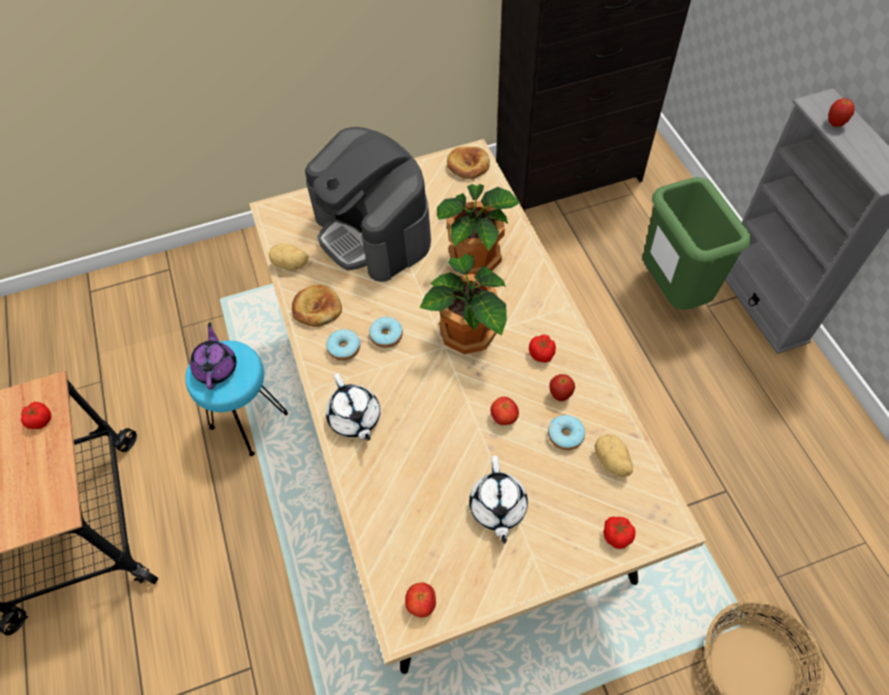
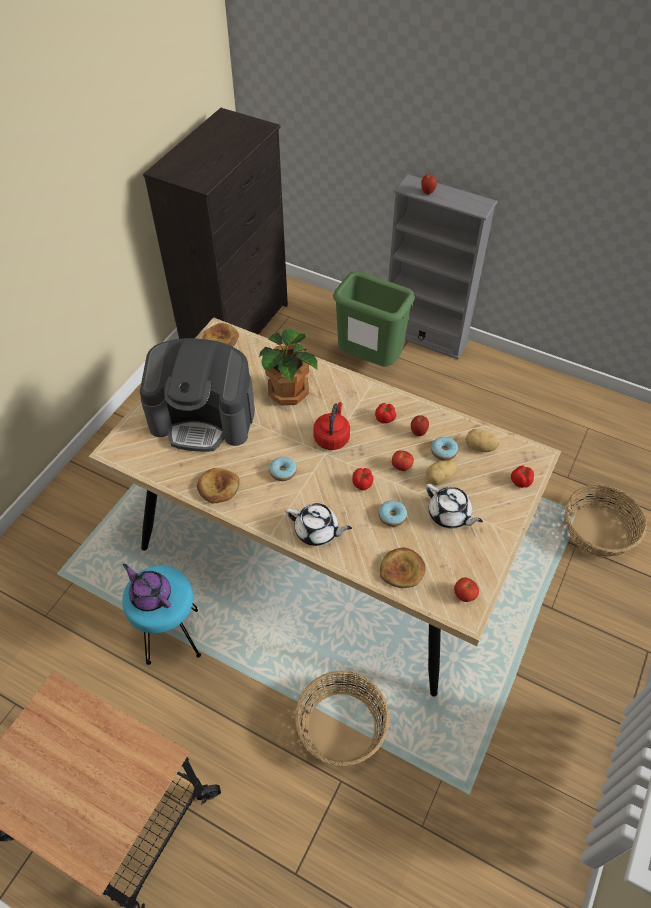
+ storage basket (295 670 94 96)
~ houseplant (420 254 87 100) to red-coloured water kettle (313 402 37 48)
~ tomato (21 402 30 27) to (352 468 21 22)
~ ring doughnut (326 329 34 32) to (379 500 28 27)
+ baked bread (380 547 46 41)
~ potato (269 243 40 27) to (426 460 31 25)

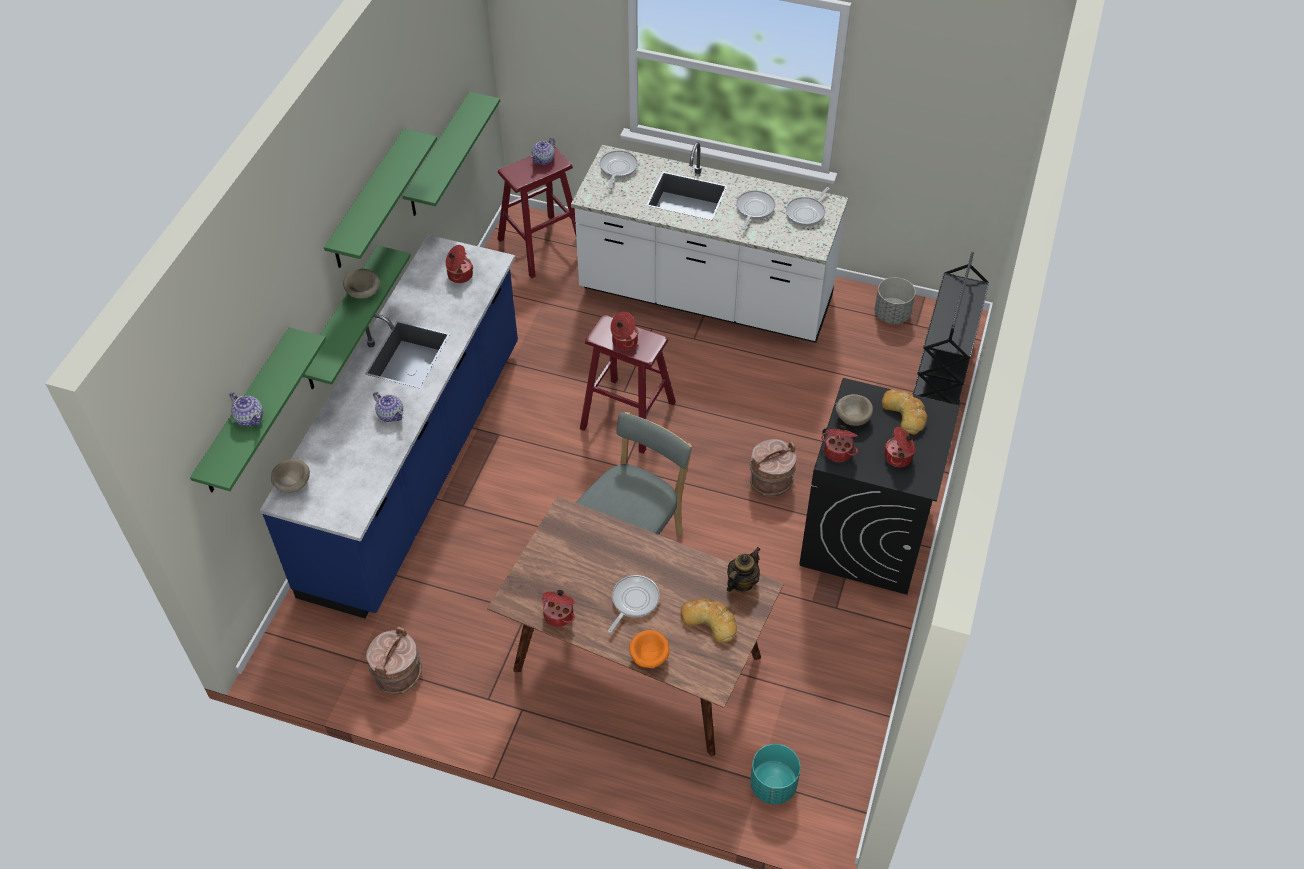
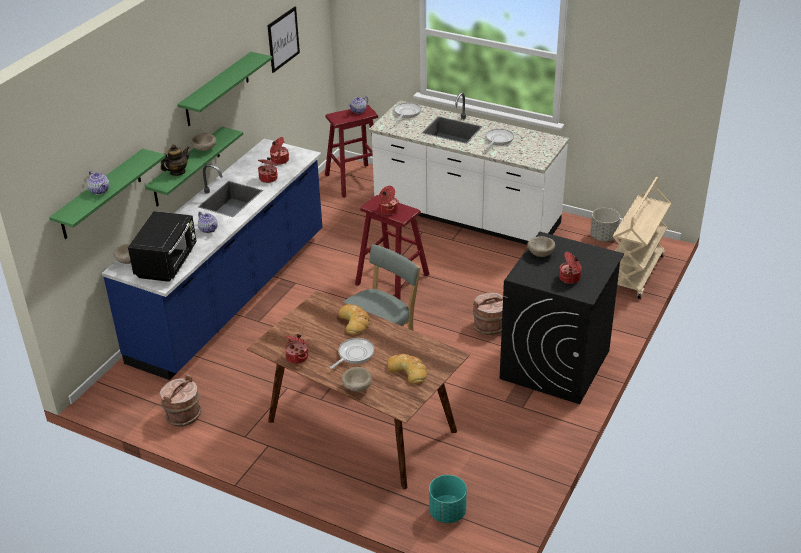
+ black kitchen microwave (128 211 69 71)
~ pot for tea (727 547 33 45) to (161 144 28 32)
~ cooking pot (821 425 37 37) to (258 157 20 26)
+ wall art (267 7 33 66)
~ baked bread (882 389 45 46) to (339 304 30 32)
~ orange bowl (629 630 41 38) to beige bowl (342 367 30 25)
~ black trolley (912 252 77 153) to beige trolley (613 177 58 122)
- green-coloured wall shelf (403 92 97 124)
- frying pan (786 187 44 39)

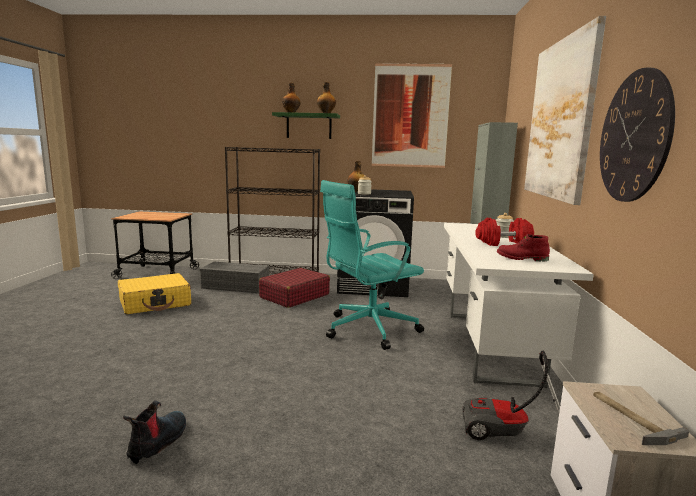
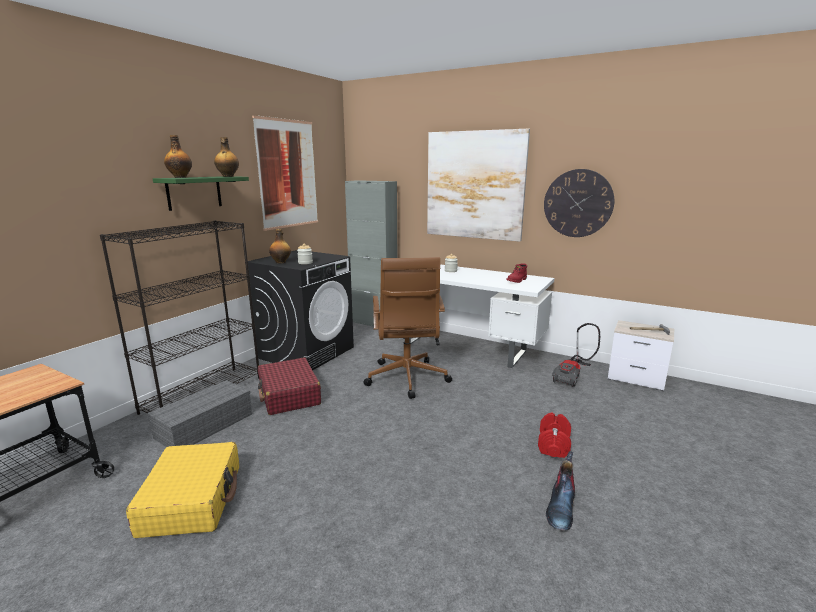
~ turquoise computer chair (320 180 104 170) to brownish computer chair (364 257 88 142)
~ red-coloured hand weight (475 218 59 28) to (538 413 33 45)
~ high-top boot (123 401 63 63) = (546 451 29 80) 105 degrees counterclockwise

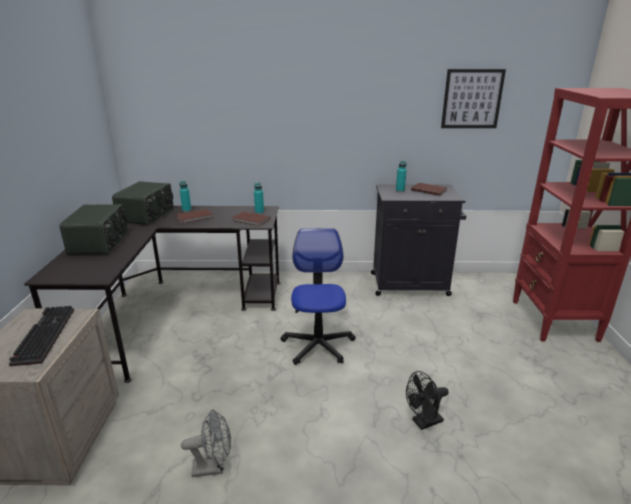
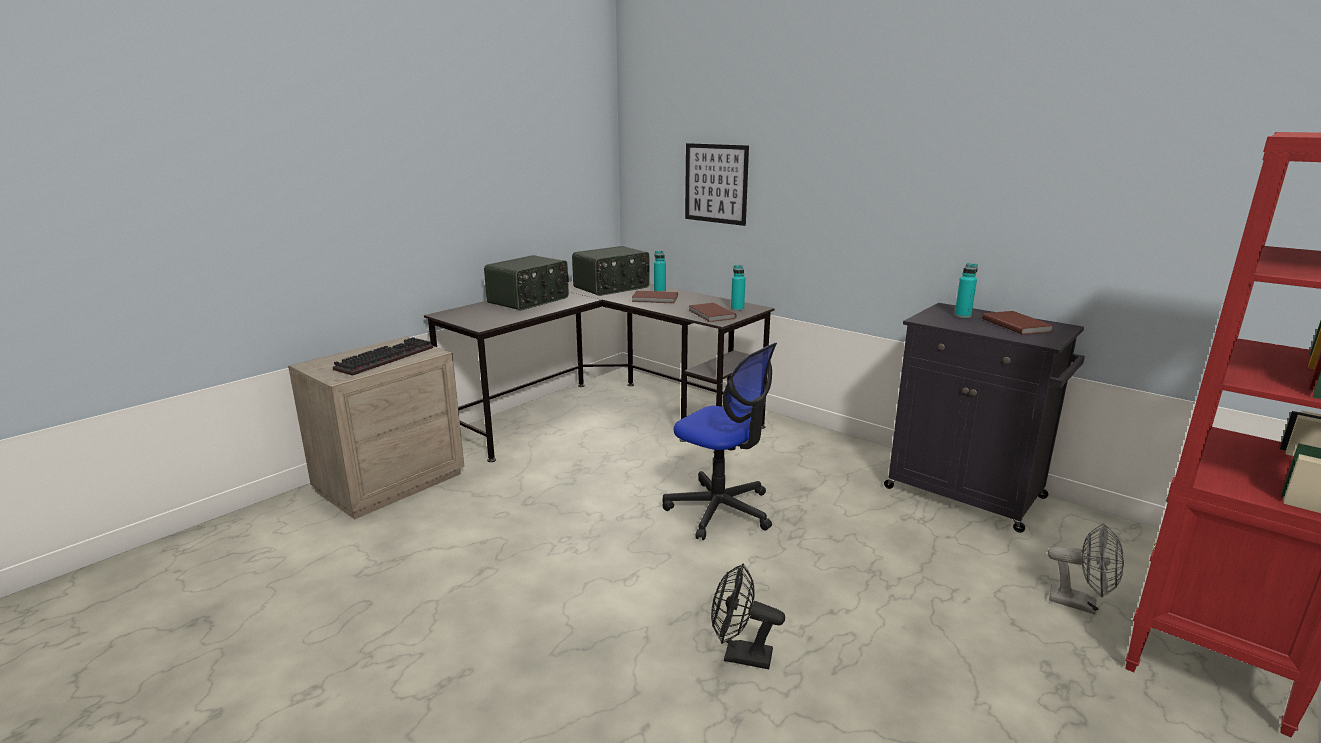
~ computer chair (280 228 76 137) = (662 343 115 197) 90 degrees clockwise
~ wall art (441 69 65 59) to (685 143 64 83)
~ greyish cooling fan (181 409 50 68) to (1048 523 76 92)

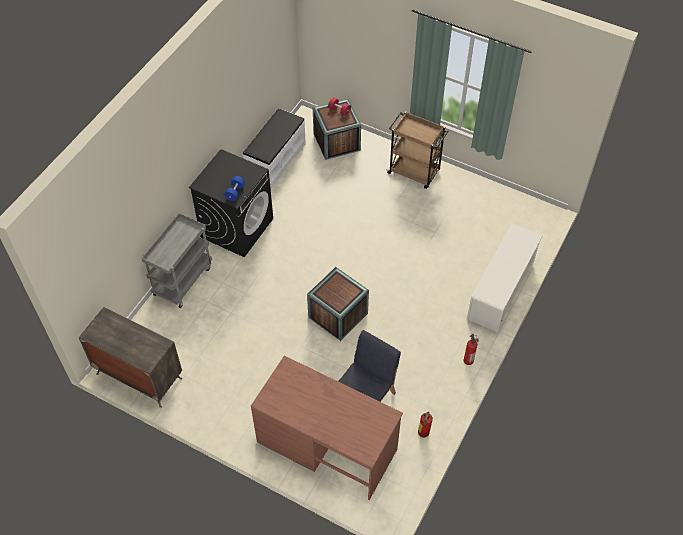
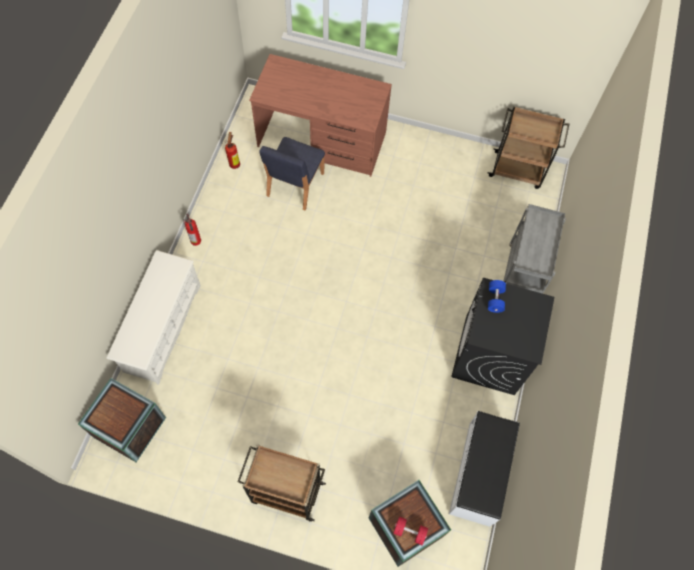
~ shipping crate (307 267 62 74) to (78 378 88 84)
~ drawer chest (79 307 103 101) to brownish trolley (487 106 82 83)

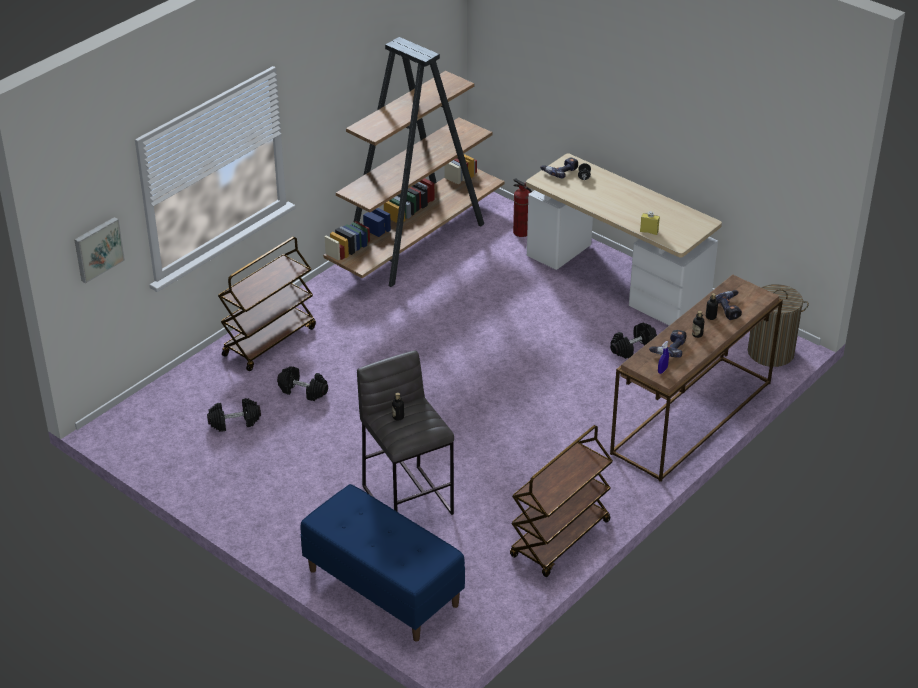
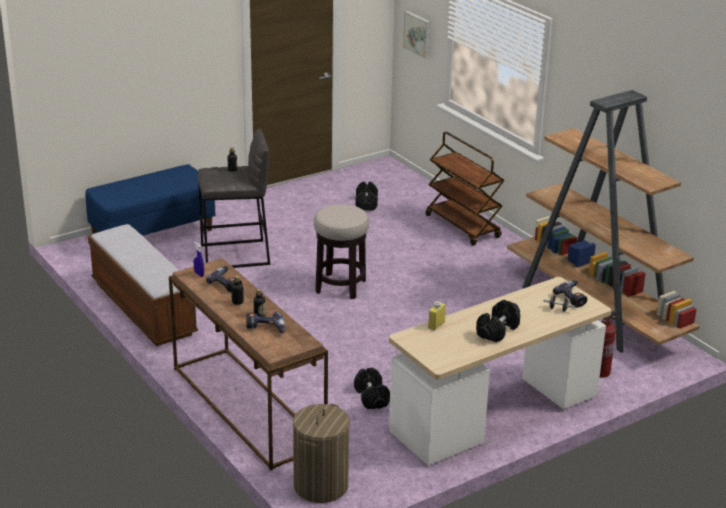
~ brownish trolley (510 425 103 152) to long seat (88 224 110 122)
+ sitting stool (314 204 55 95)
~ black hand weight (277 366 51 35) to (476 300 44 42)

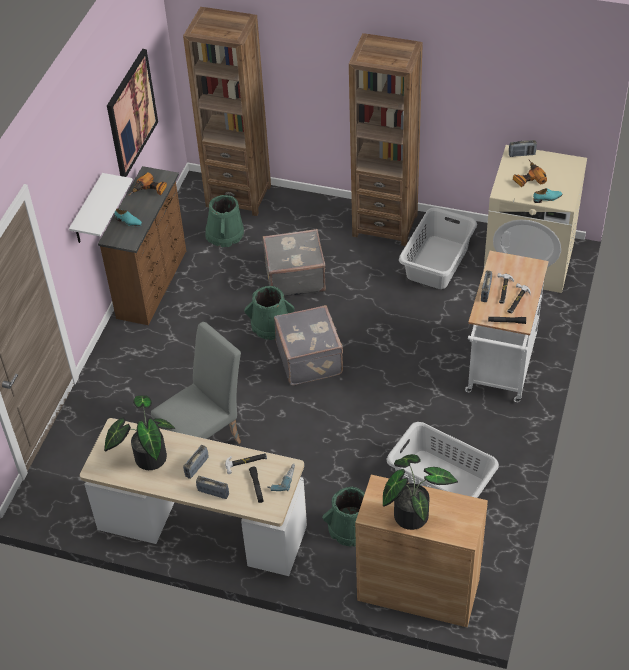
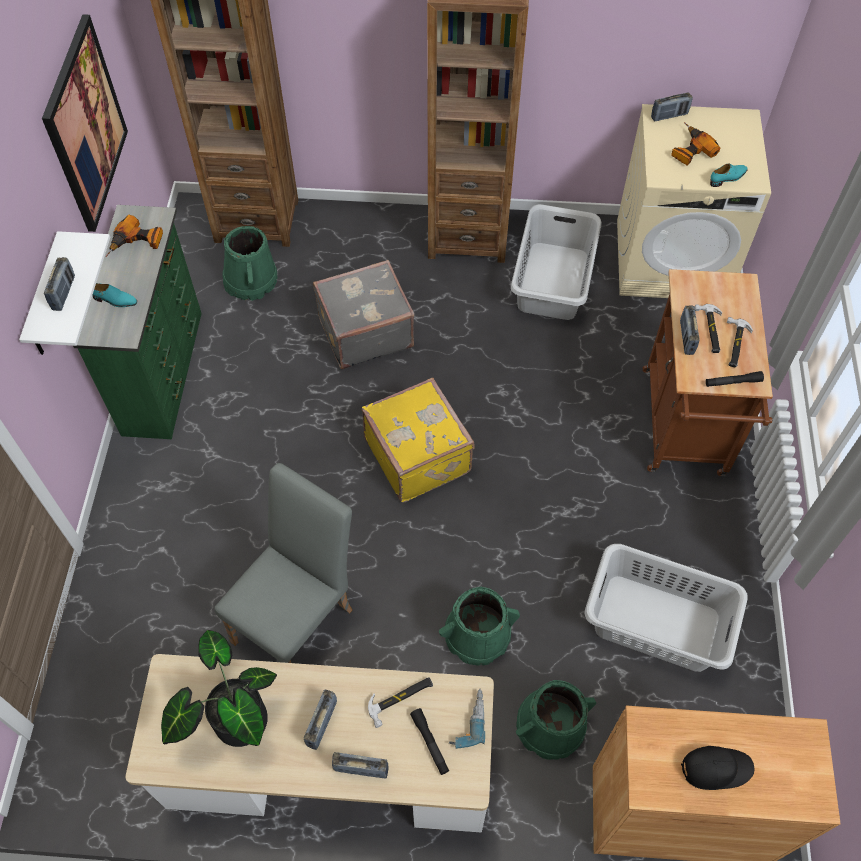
+ radio receiver (44 257 31 54)
~ brownish drawer chest (98 166 88 159) to green-coloured drawer chest (73 205 129 234)
~ greyish travel case (274 305 69 80) to yellowish travel case (362 378 113 125)
~ green-coloured water bucket (244 286 50 54) to (439 587 81 79)
~ white-coloured trolley (465 251 84 151) to brownish trolley (643 269 130 208)
~ houseplant (383 454 75 76) to black baseball cap (681 746 73 44)

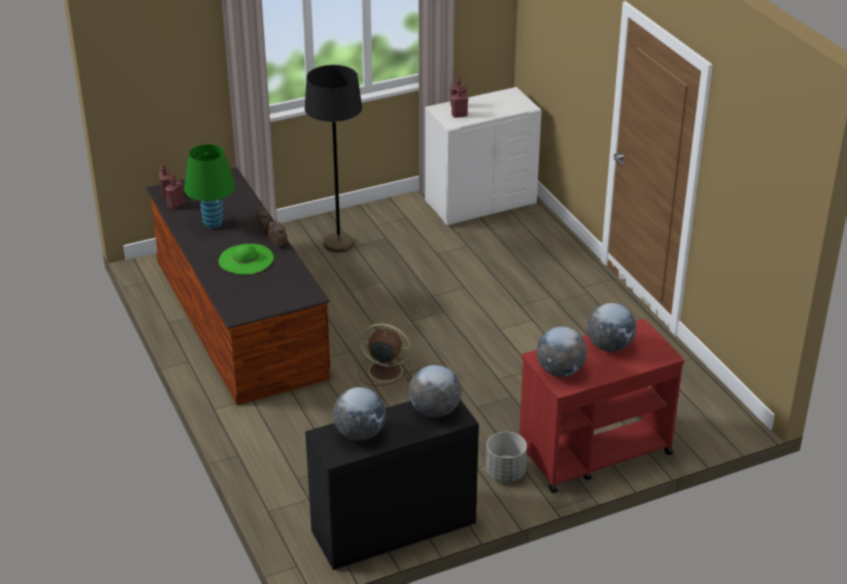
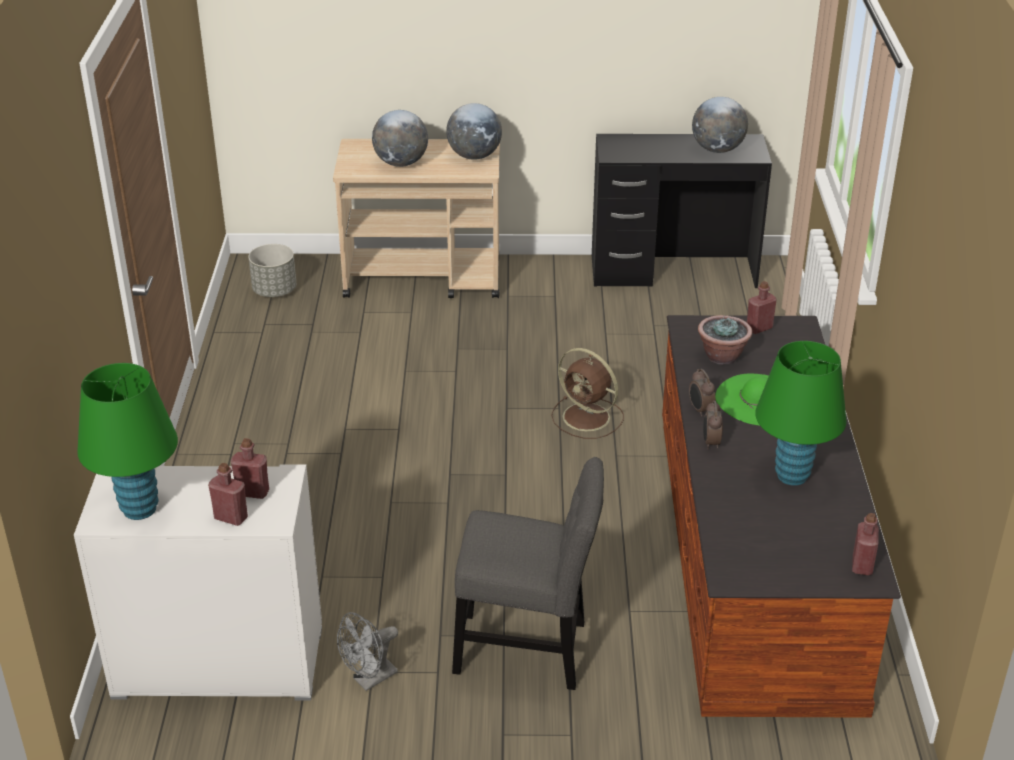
+ green-coloured lamp for a table (77 363 101 157)
~ greyish plant pot (486 432 41 50) to (248 244 49 53)
~ red-coloured trolley (519 319 165 174) to beige trolley (333 139 167 159)
+ greyish cooling fan (337 612 61 79)
~ black standard lamp (305 65 57 188) to greyish plain chair (452 457 152 233)
+ houseplant (698 315 54 50)
~ red-coloured beverage bottle (165 174 19 35) to (747 281 30 53)
- desk globe (409 365 52 52)

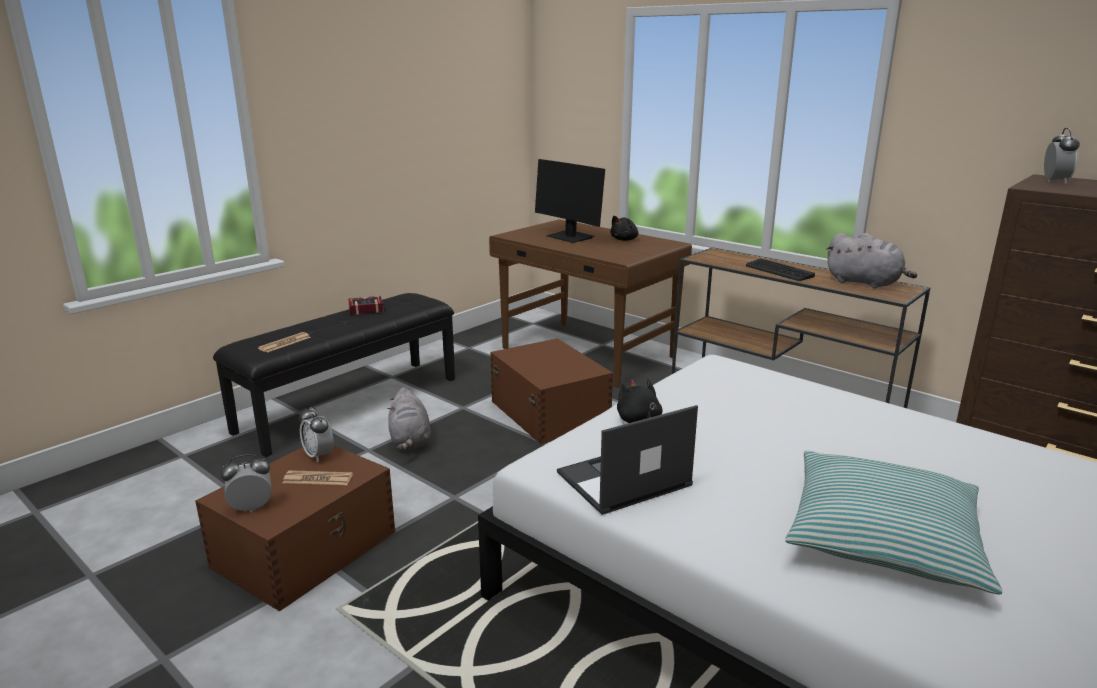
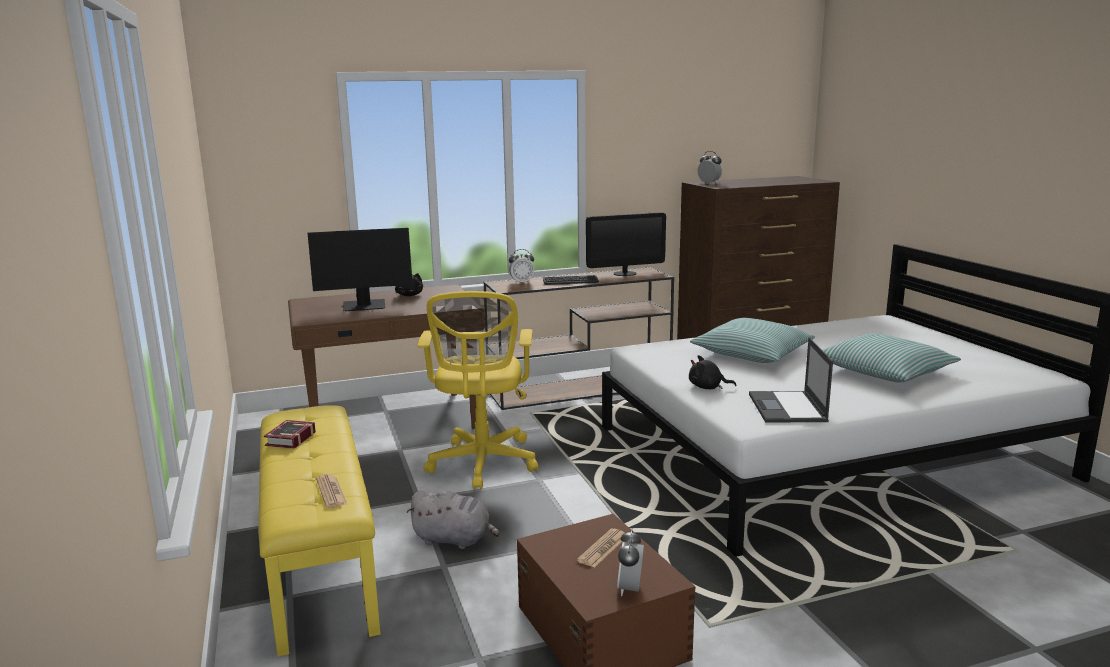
~ black long seat (213 293 242 164) to yellowish long seat (258 405 123 252)
~ brownish storage container (490 338 123 106) to yellowish computer chair (418 291 120 198)
~ alarm clock (299 406 35 56) to (509 249 25 35)
~ greyish soft toy (826 233 91 55) to computer screen (586 212 80 64)
+ cushion (690 318 125 45)

